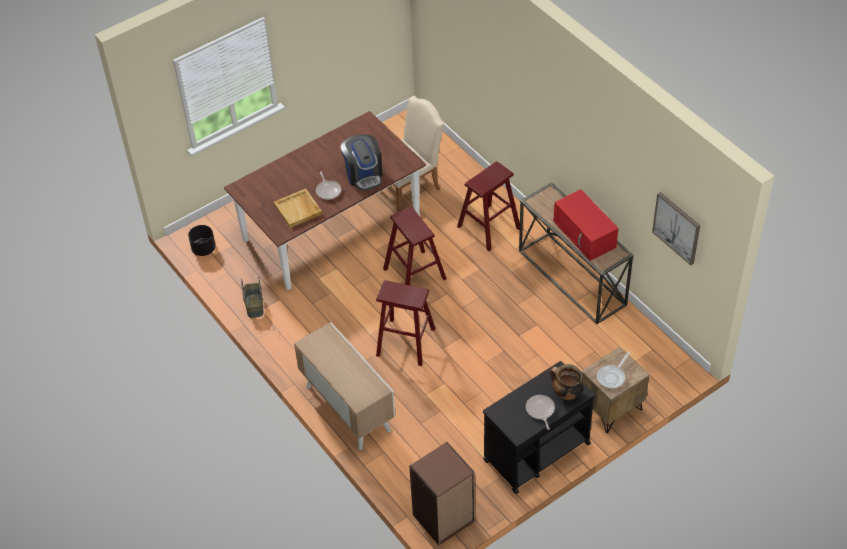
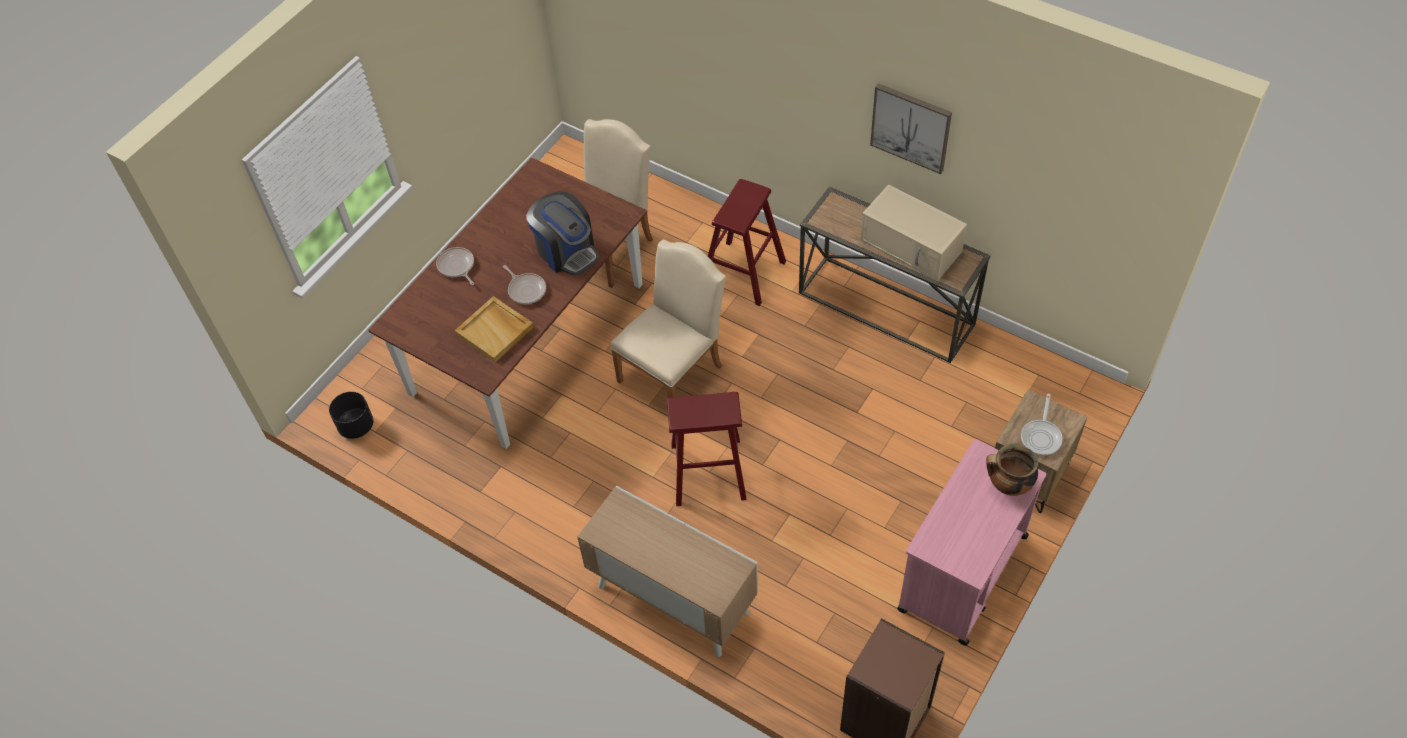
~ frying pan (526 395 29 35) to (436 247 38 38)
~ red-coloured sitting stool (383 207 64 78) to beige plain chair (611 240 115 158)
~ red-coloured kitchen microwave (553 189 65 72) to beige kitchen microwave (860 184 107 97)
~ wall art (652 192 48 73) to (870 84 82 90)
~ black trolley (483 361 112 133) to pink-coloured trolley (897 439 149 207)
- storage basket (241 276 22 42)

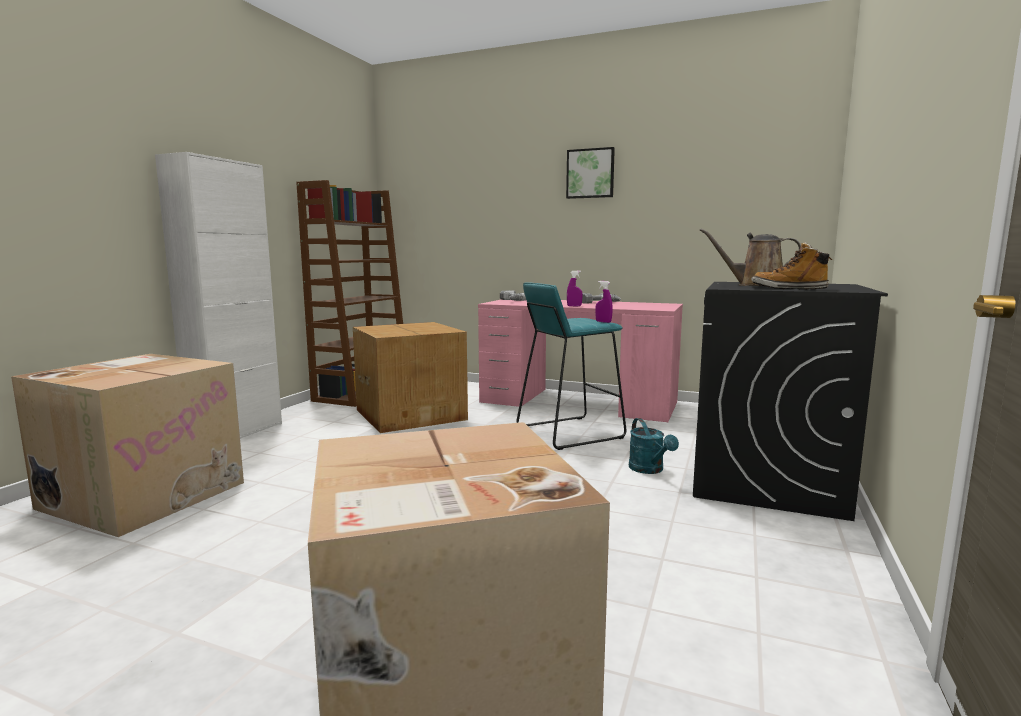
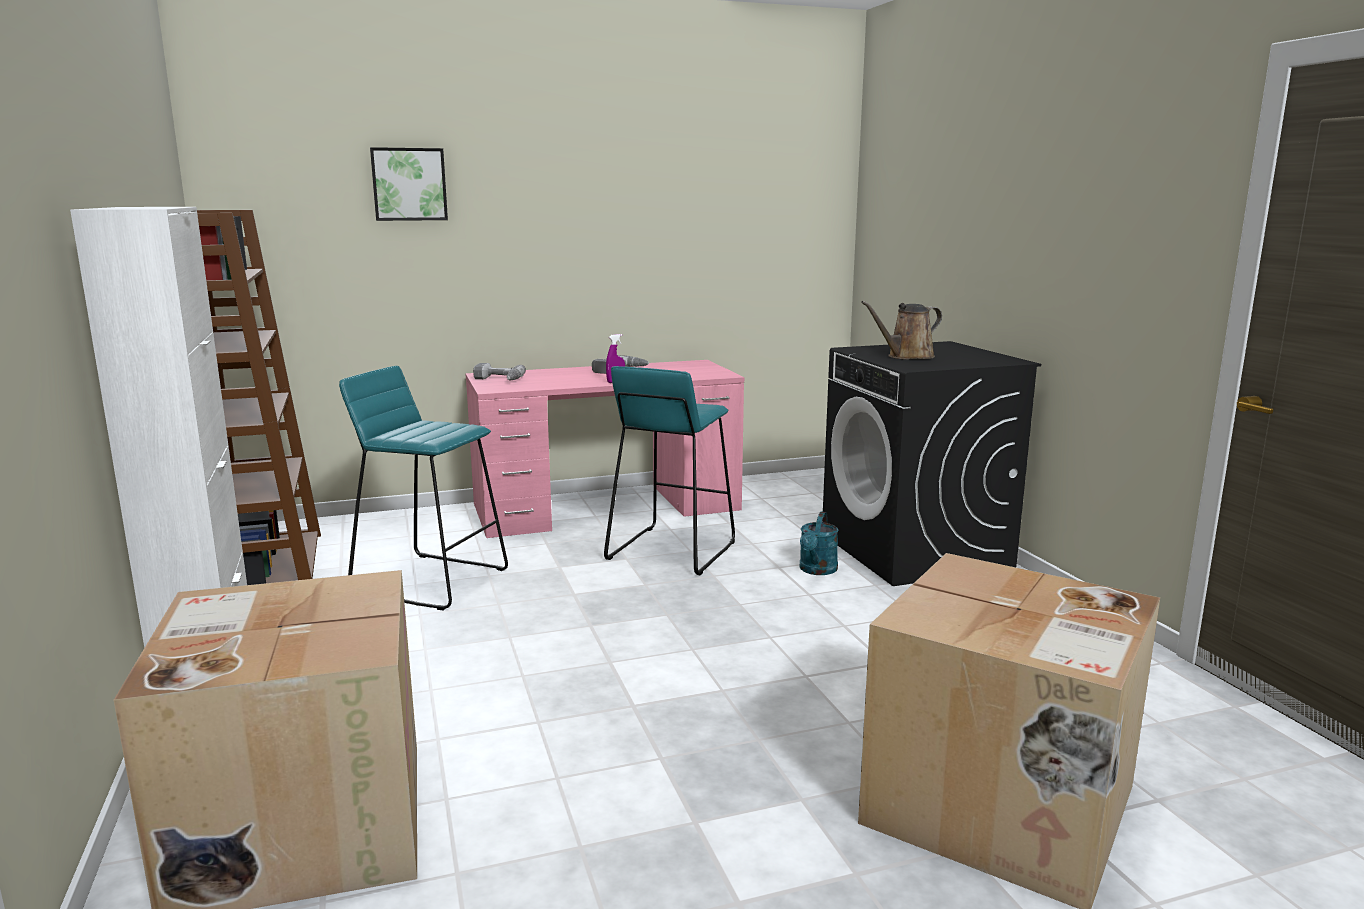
~ packing box (353 322 115 111) to turquoise sitting stool (339 366 169 244)
~ wall art (566 147 49 52) to (370 147 78 74)
~ turquoise sprinkling can (629 418 50 56) = (800 512 39 63) 75 degrees clockwise
- purple sprayer (595 281 18 42)
- high-top boot (752 242 80 48)

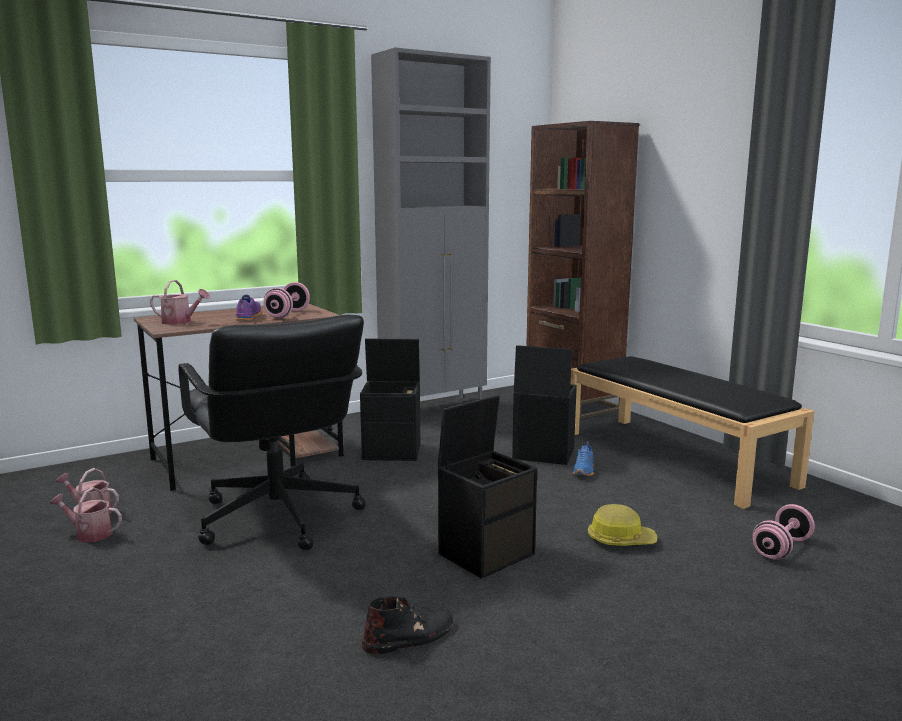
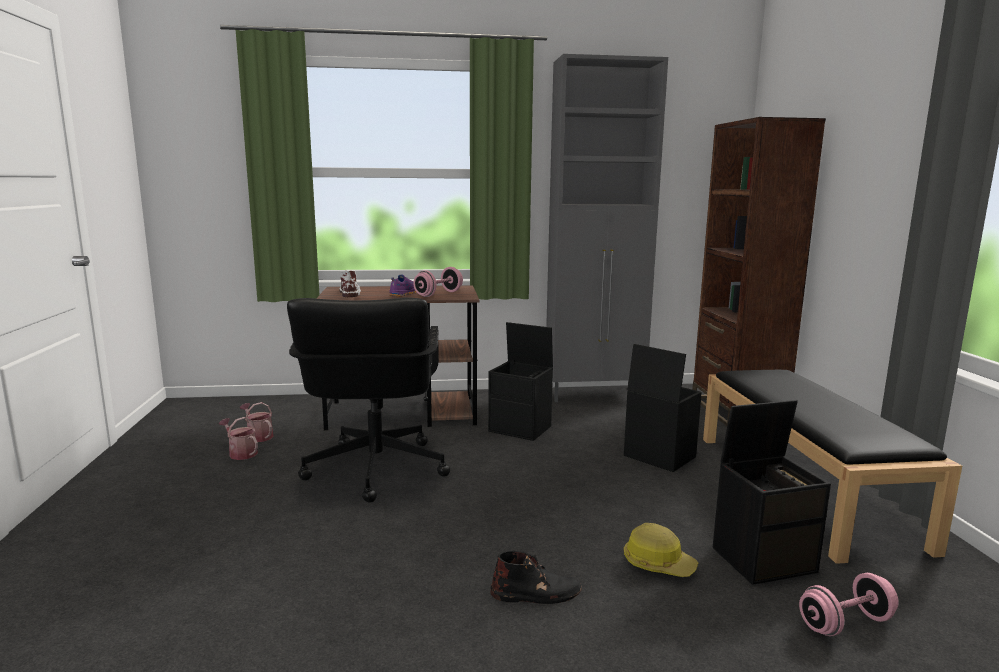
~ sprinkling can (150 280 60 45) to white-coloured high-top boot (339 271 22 26)
~ black high-top boot (362 595 92 59) to (490 550 92 54)
~ black storage container (438 395 99 184) to (713 400 118 185)
- bluish low shoe (573 442 21 34)

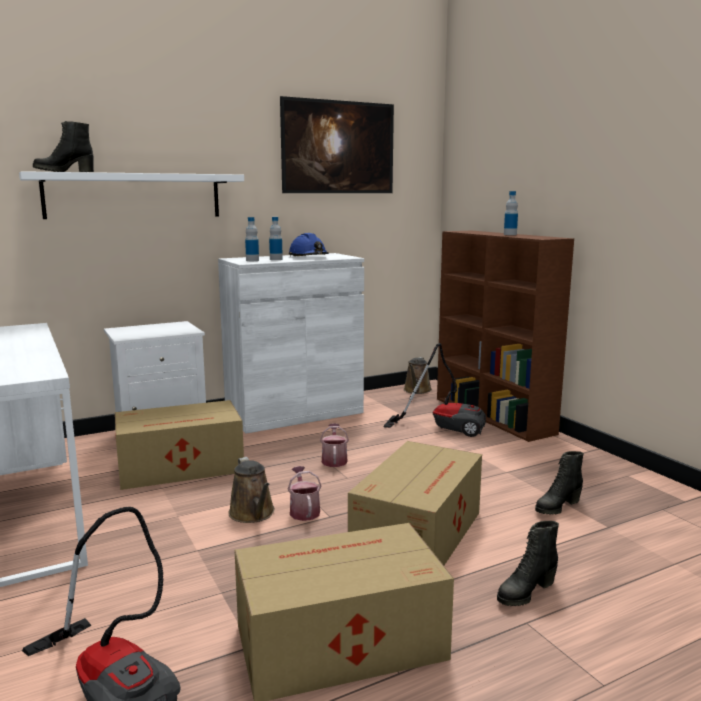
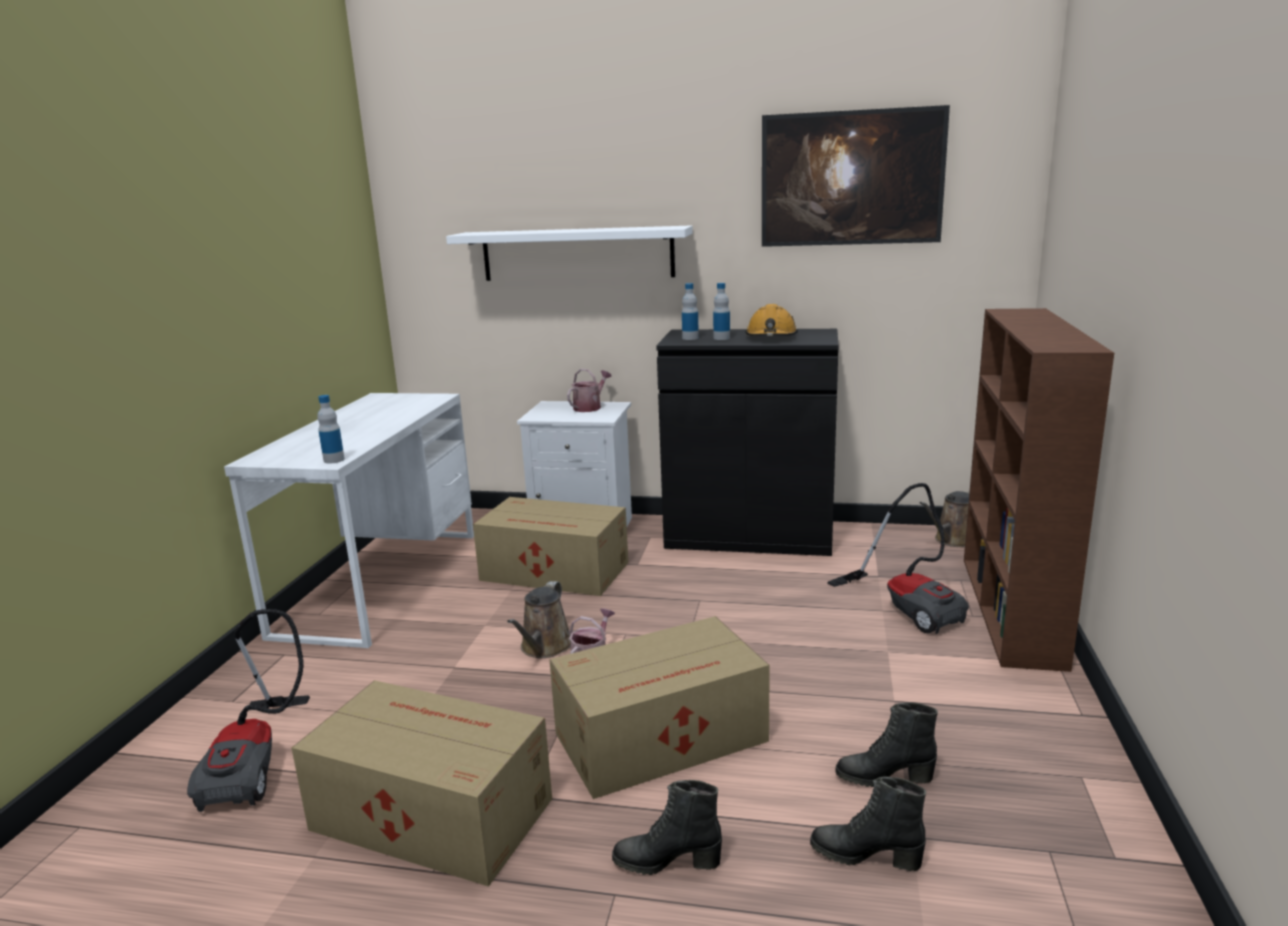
~ beverage bottle (504 191 14 44) to (317 395 28 69)
~ sprinkling can (320 423 29 44) to (567 369 45 43)
~ white-coloured cupboard (218 253 146 181) to black cupboard (656 329 183 227)
~ bluish safety helmet (289 233 40 24) to orange safety helmet (745 304 53 32)
~ black high-top boot (33 121 61 51) to (810 777 116 94)

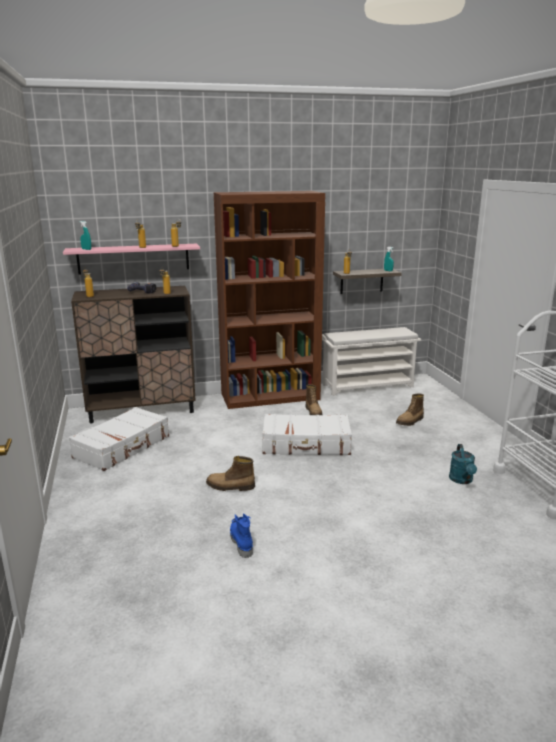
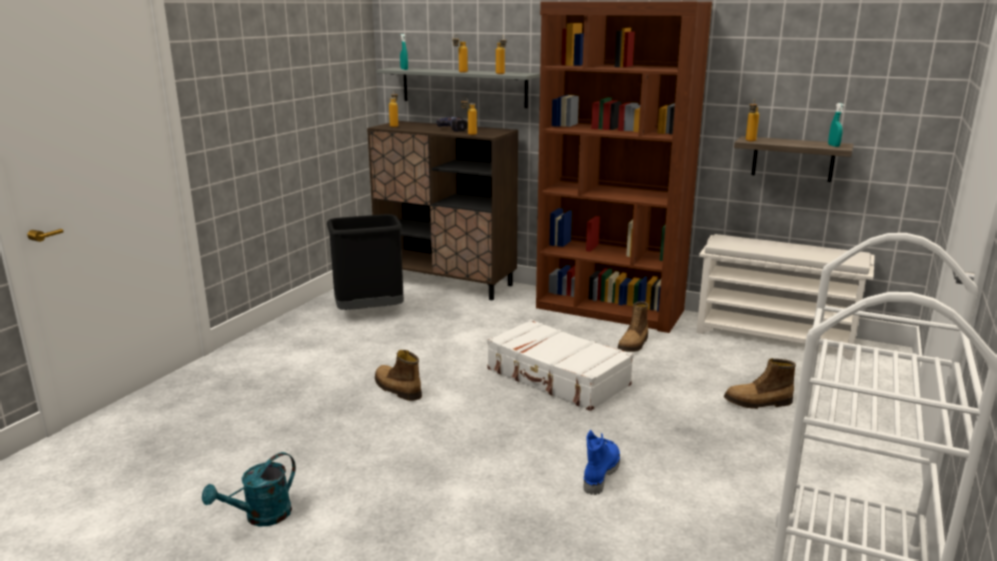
~ turquoise sprinkling can (449 444 28 40) to (202 452 94 74)
~ white-coloured travel case (69 407 100 64) to black trash can (327 214 77 96)
~ pink-coloured wall shelf (63 244 137 30) to greyish wall shelf (377 68 163 40)
~ bluish high-top boot (230 513 23 45) to (584 430 36 65)

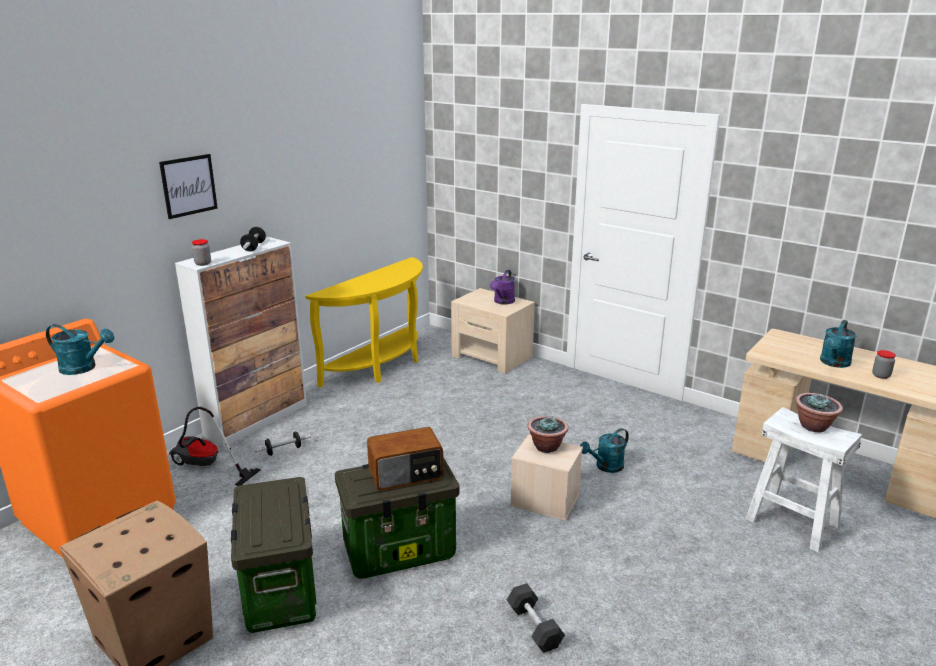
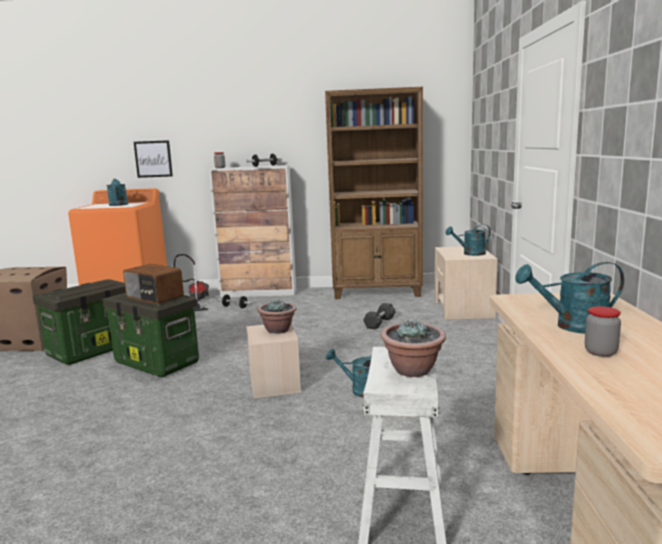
~ wall art (159 154 59 65) to (134 140 39 38)
~ yellowish console table (305 257 118 130) to brownish bookshelf (325 87 98 212)
~ black hand weight (507 583 58 70) to (363 303 33 27)
~ purple sprinkling can (490 270 25 34) to turquoise sprinkling can (446 224 45 32)

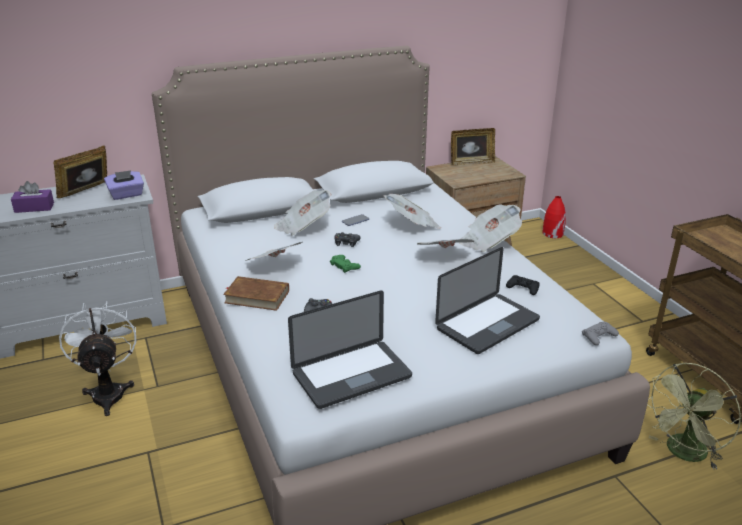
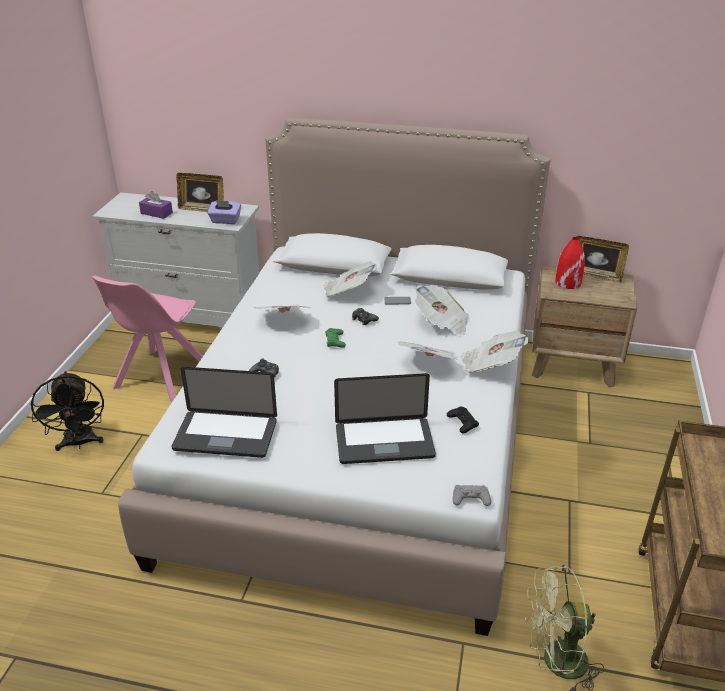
+ black cooling fan (31 371 73 80)
~ white-coloured cooling fan (59 301 77 115) to pink-coloured plain chair (93 275 110 128)
~ picture frame (53 146 54 52) = (176 173 48 39) 150 degrees counterclockwise
~ red-coloured vase (542 196 24 42) to (555 237 30 52)
- brownish volume (223 276 66 35)

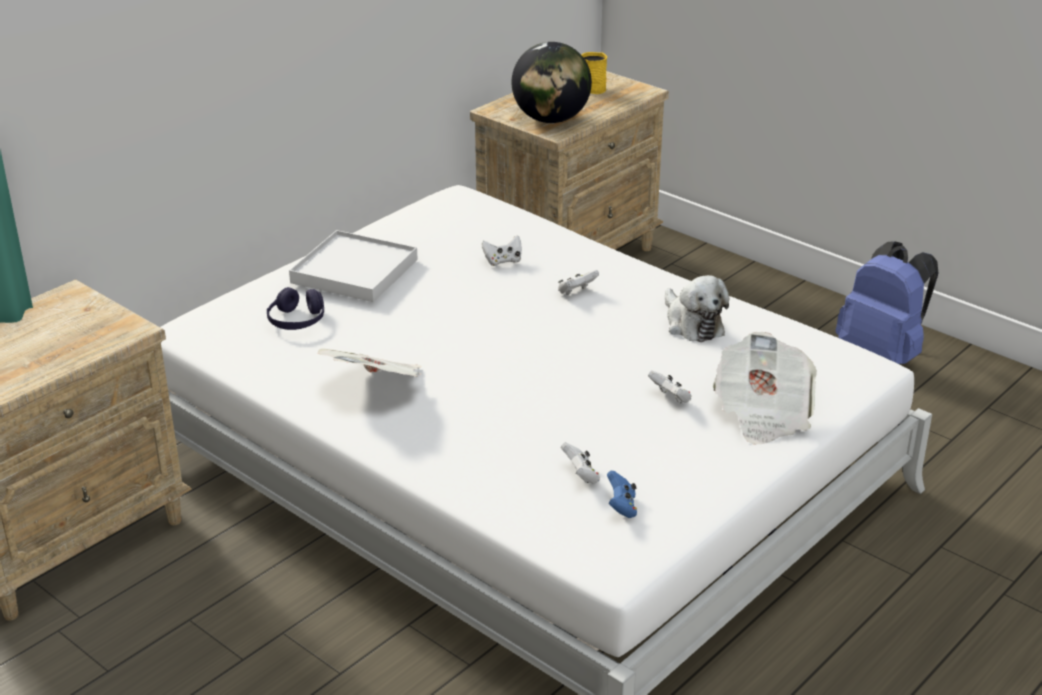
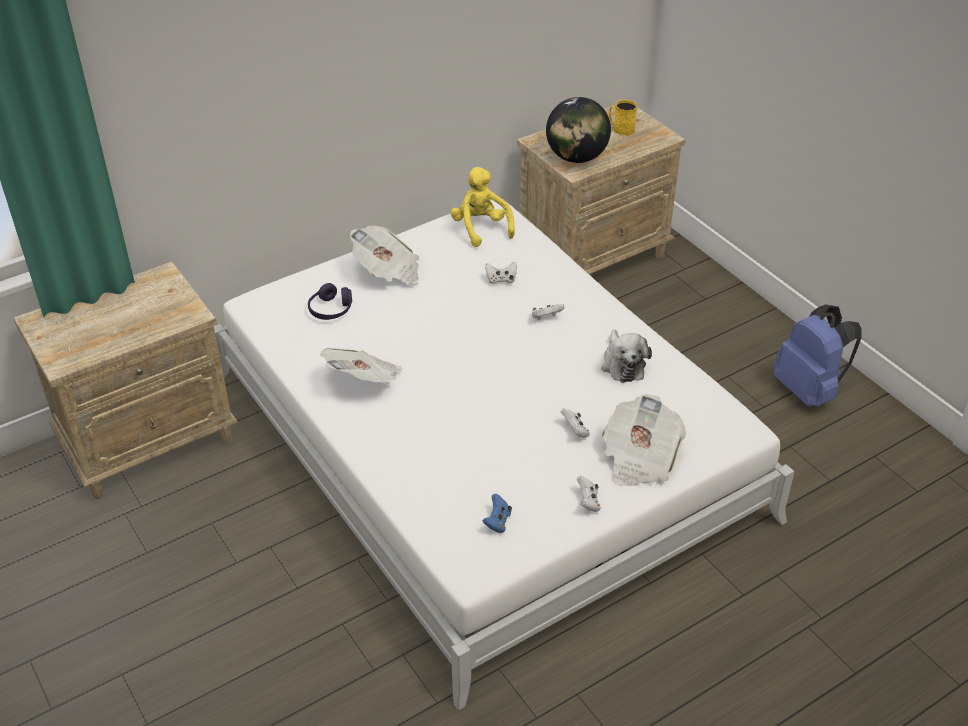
~ white-coloured carrying tray (289 230 129 72) to printed paper (350 226 69 59)
+ yellowish soft toy (450 167 65 80)
~ white-coloured joypad (561 443 39 41) to (577 476 24 36)

